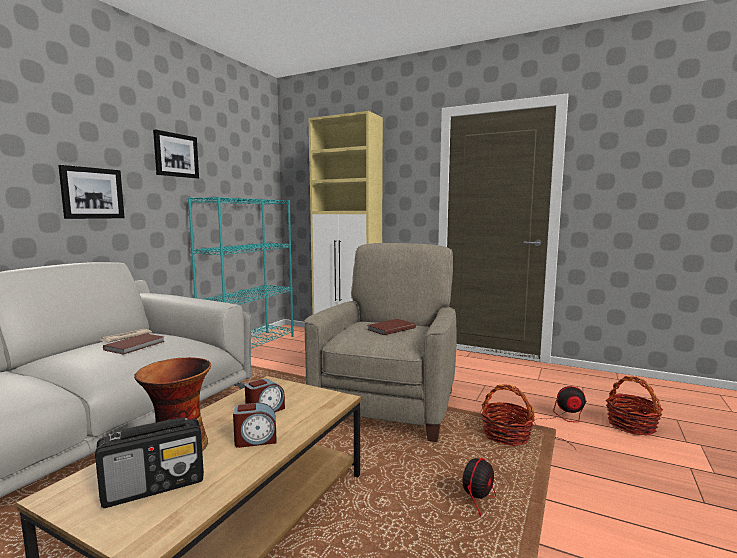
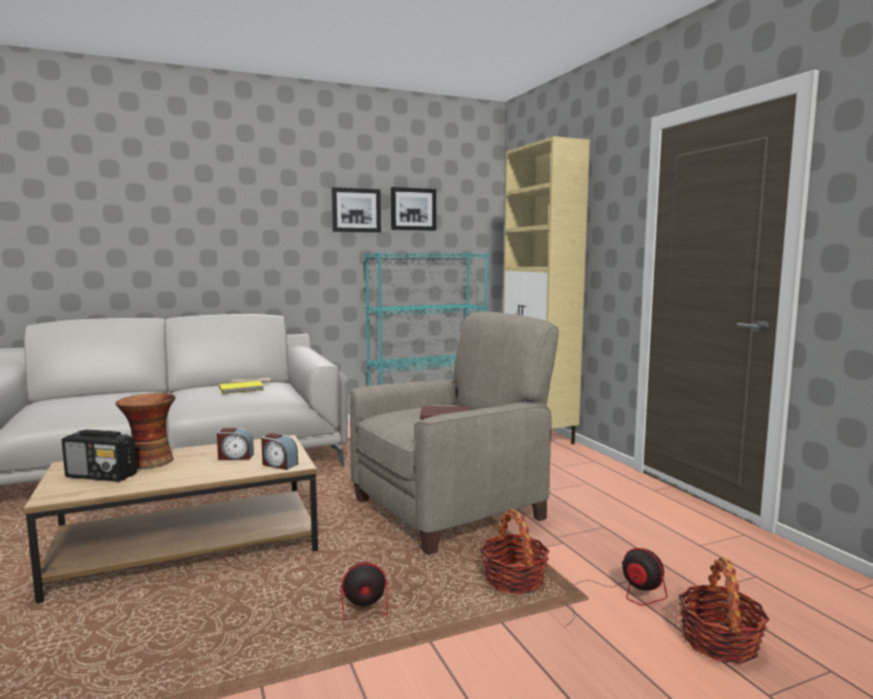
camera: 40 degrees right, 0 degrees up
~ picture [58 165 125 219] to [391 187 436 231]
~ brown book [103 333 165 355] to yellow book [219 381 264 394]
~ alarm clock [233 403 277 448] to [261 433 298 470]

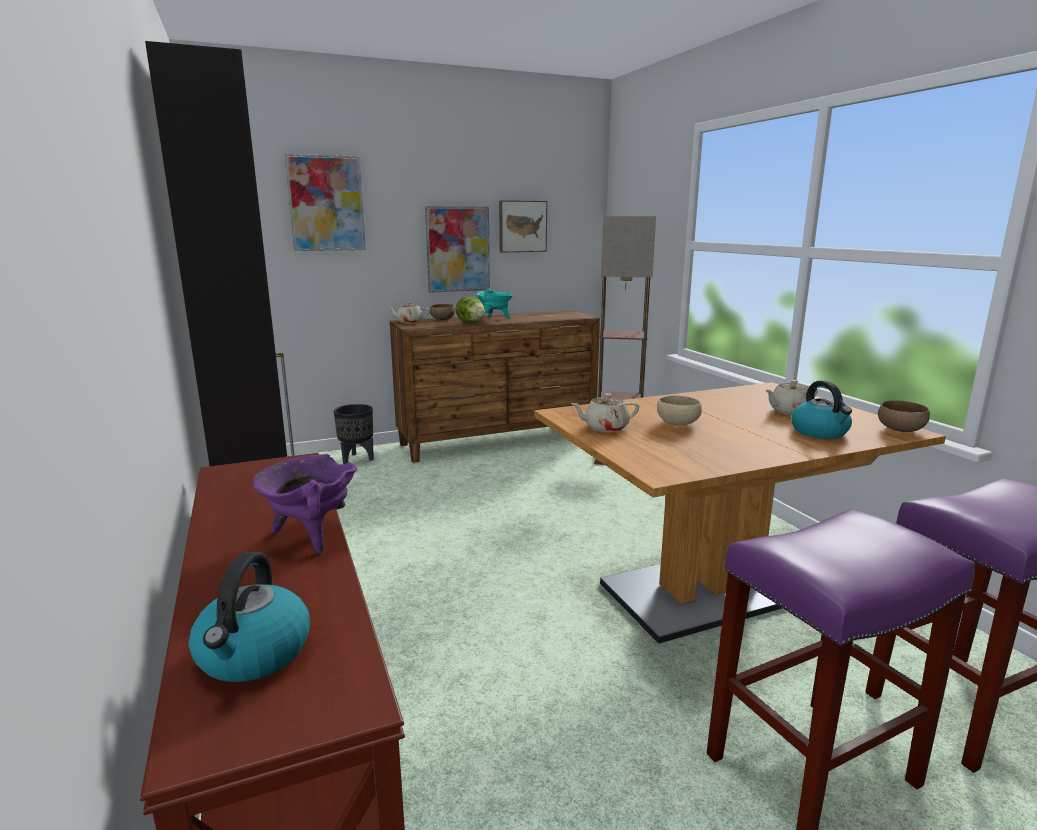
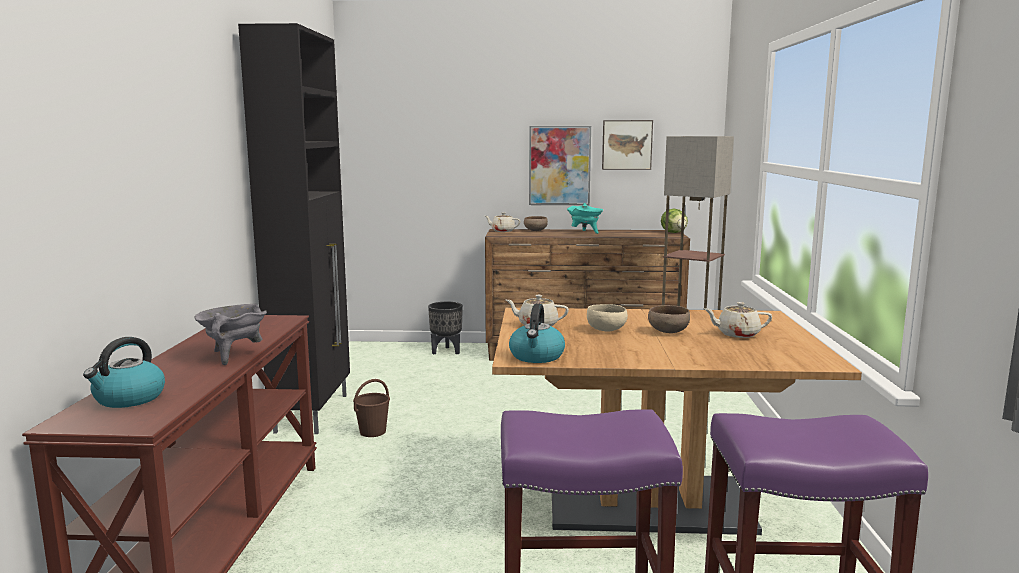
camera: 25 degrees right, 5 degrees down
~ purple cooking pot [252 454 357 554] to grey cooking pot [195 304 267 365]
- picture [285 154 366 251]
~ lettuce [455 297 485 323] to [661 209 688 233]
~ kettle [791 380 852 439] to [509 304 565 363]
~ brown bowl [878 400 930 432] to [648 305 690 333]
+ brown bucket [353 379 390 437]

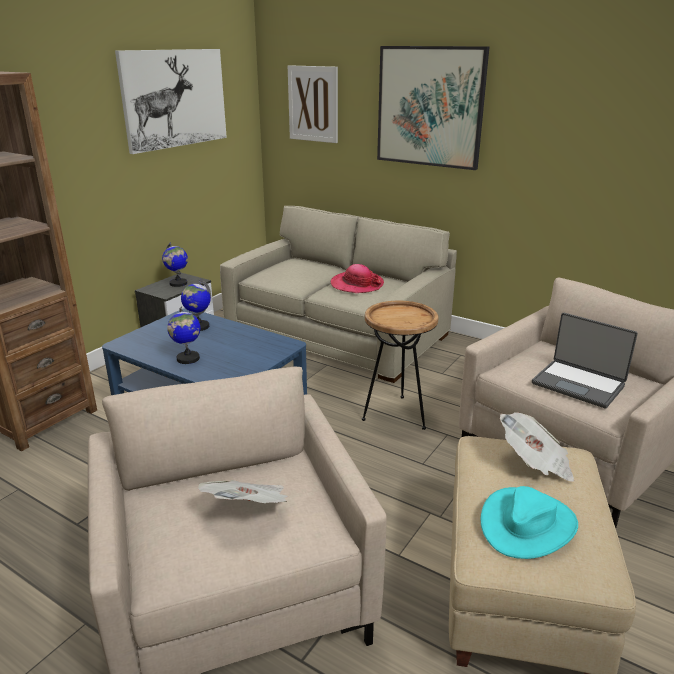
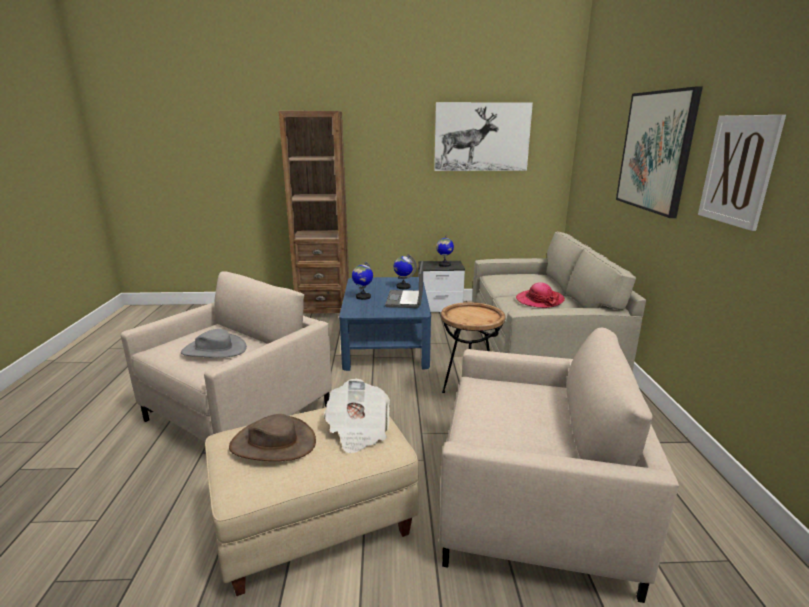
camera: 55 degrees right, 5 degrees down
~ newspaper [198 480 288 503] to grey hat [181 329 247 358]
~ picture [288 65 338 143] to [698 115 786 231]
~ turquoise hat [481 486 578 559] to brown hat [229 414 316 461]
~ laptop [532 313 638 408] to [385 261 423 308]

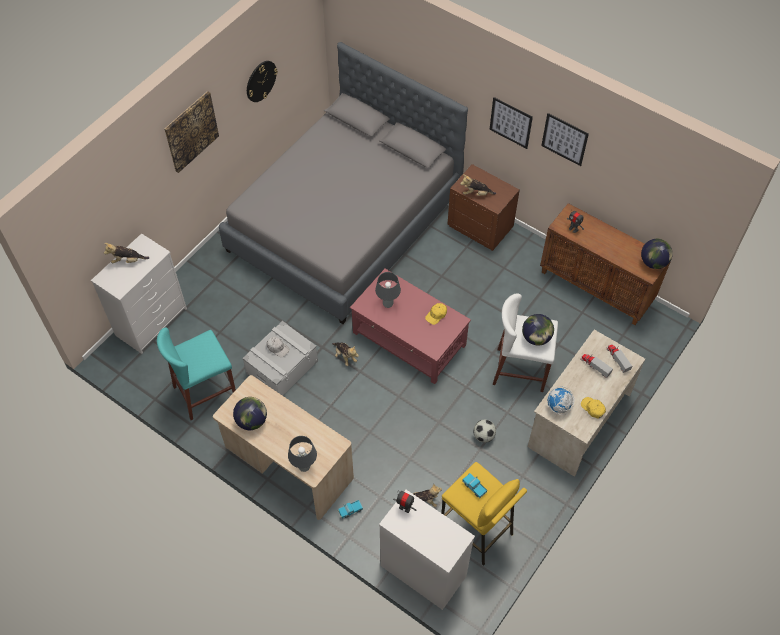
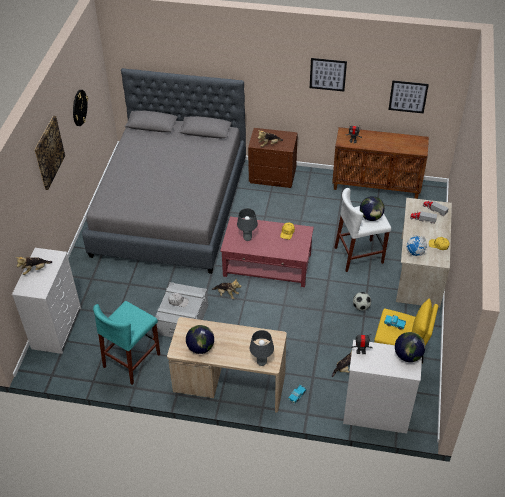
camera: 25 degrees left, 10 degrees down
~ picture [489 97 533 149] to [388 80 429 114]
~ globe [641 239 673 269] to [395 332 425 362]

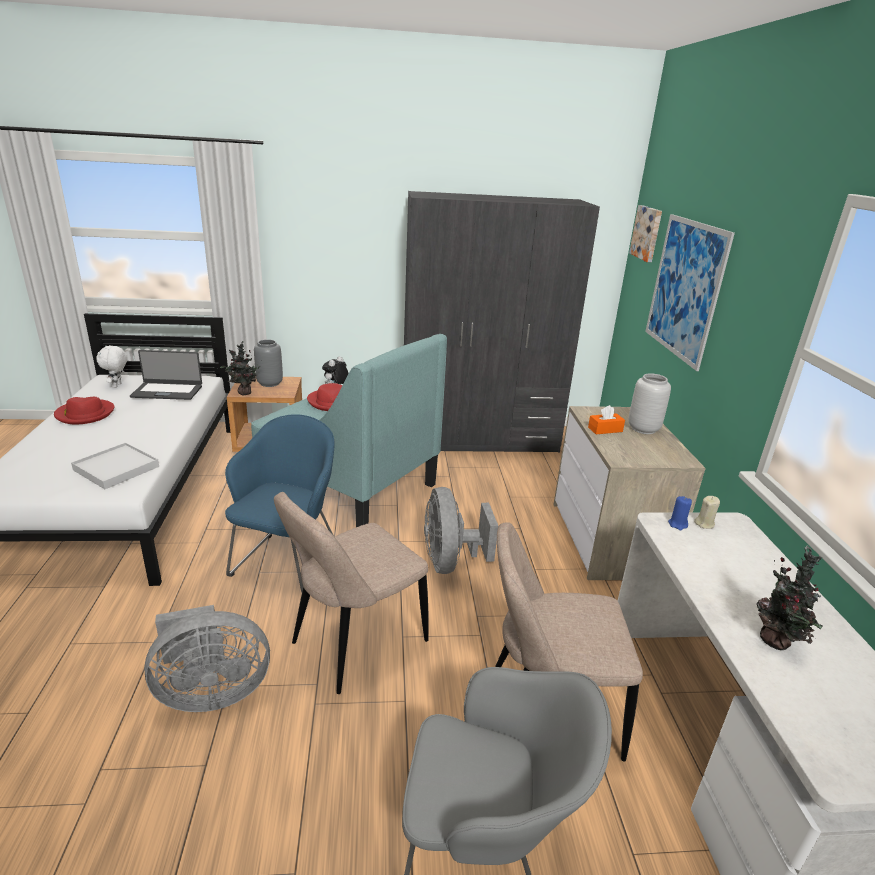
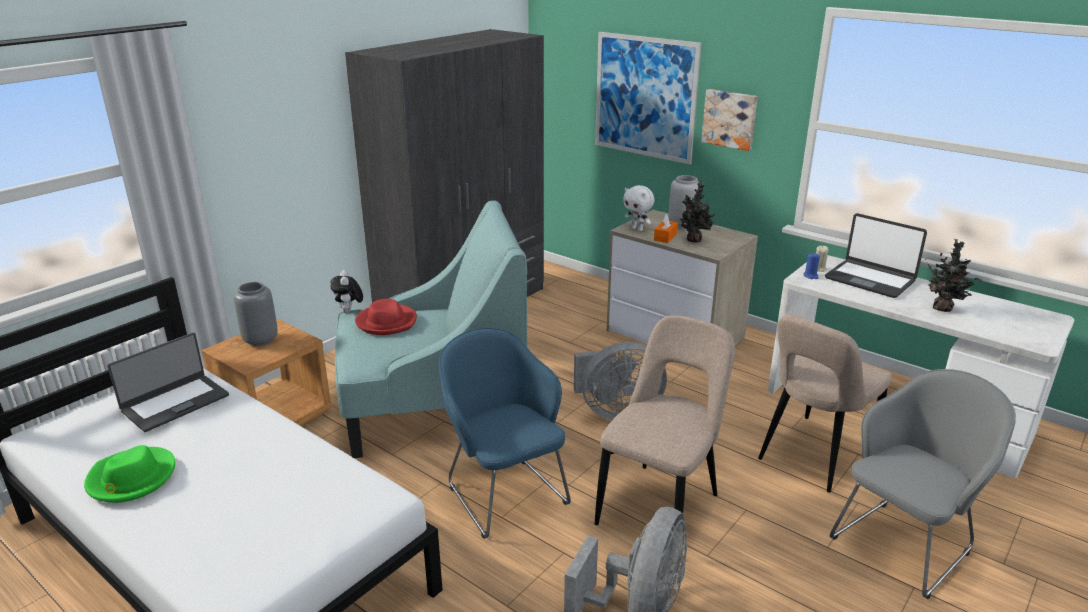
camera: 45 degrees left, 0 degrees up
~ red hat [54 397 115 424] to green hat [84 445 175 503]
- white tray [71 443 159 489]
~ white plush toy [96 345 127 388] to [623 185 654 231]
~ potted plant [220 341 261 395] to [680 180 715 242]
~ beige chair [274 492 429 694] = [595 315 735 525] 150 degrees counterclockwise
~ grey fan [424 487 498 574] = [574 342 667 420] 45 degrees counterclockwise
~ picture [629 205 662 262] to [701 89 758 151]
+ laptop [825 213 927 298]

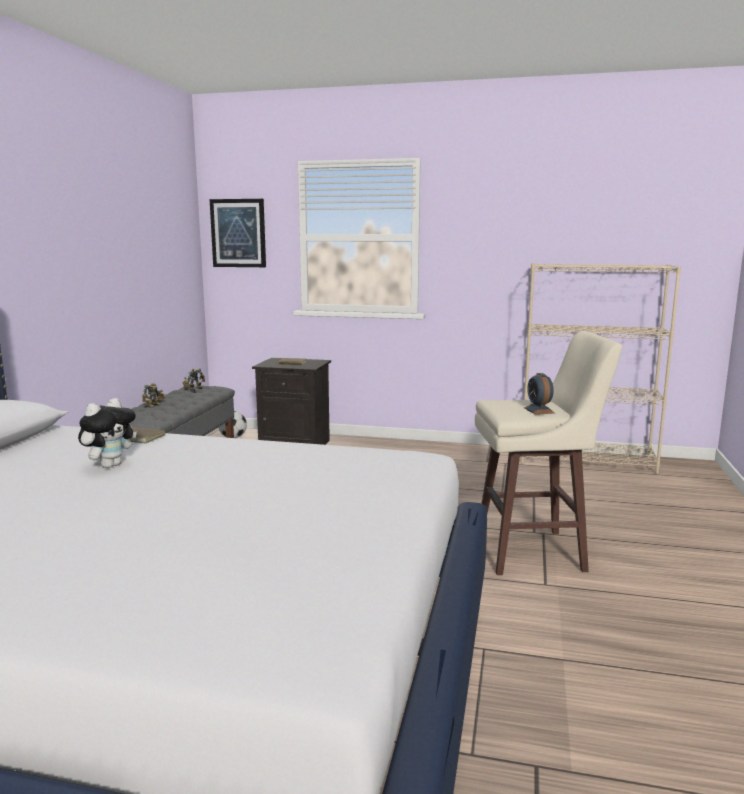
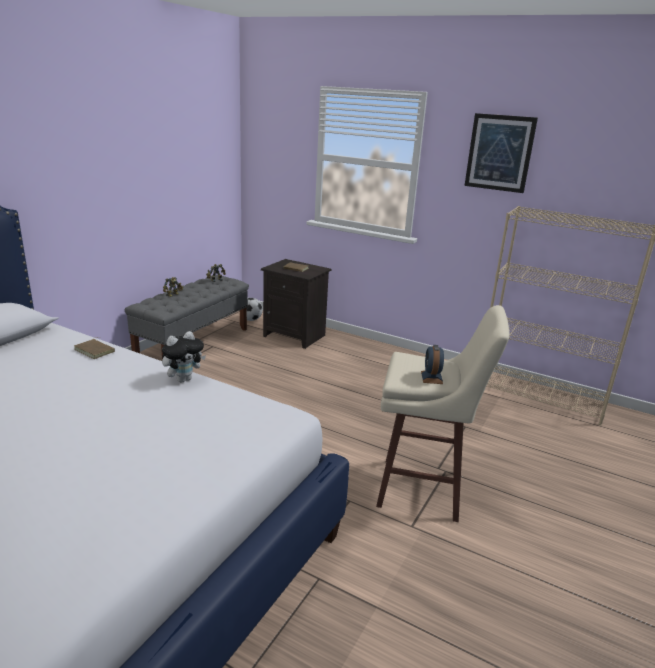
camera: 15 degrees right, 10 degrees up
~ plush toy [78 398 137 468] to [162 331 206 382]
~ picture [210 199 266 267] to [465 113 538 193]

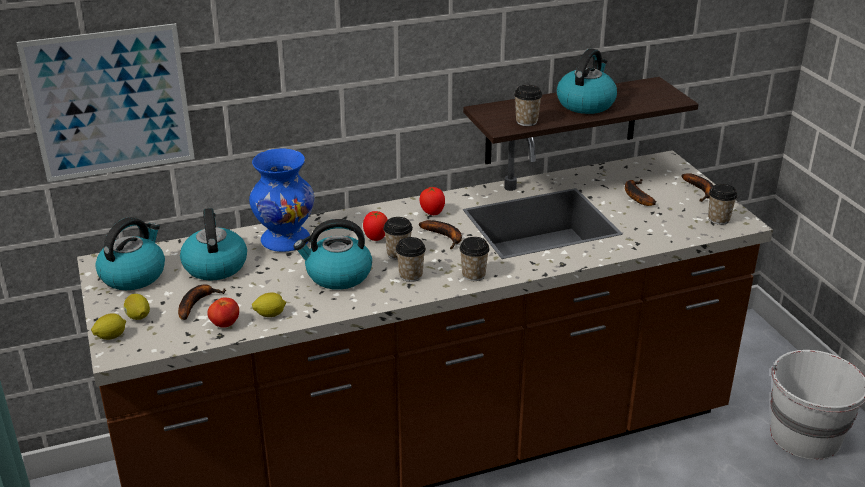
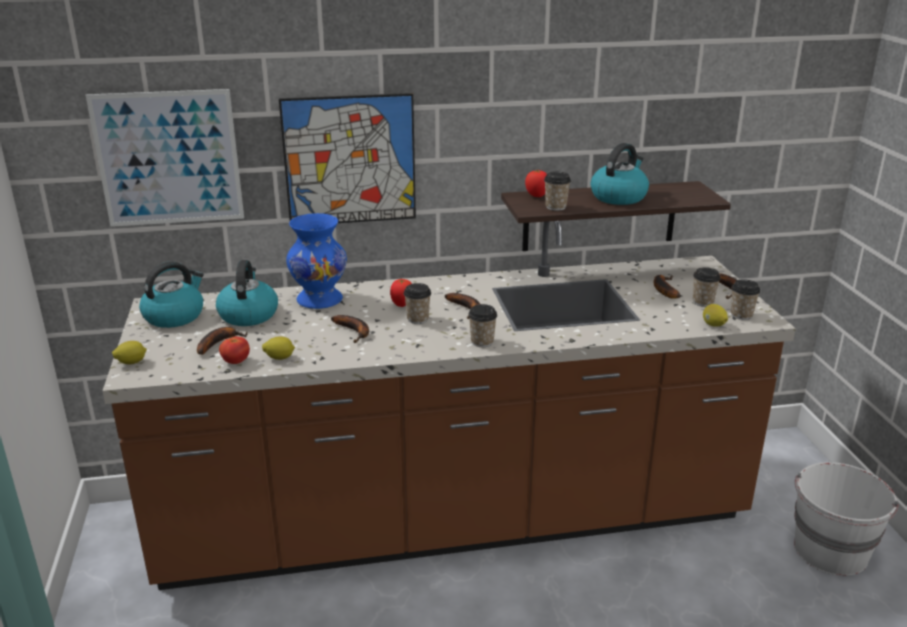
camera: 10 degrees right, 5 degrees down
~ lemon [124 294 150 320] to [703 304 728 327]
~ kettle [294 219 372 290] to banana [331 315 369 343]
~ cup [396 237 426 282] to [693 267 721 307]
~ tomato [419 187 445 215] to [525 170 547 197]
+ picture [279 93 416 223]

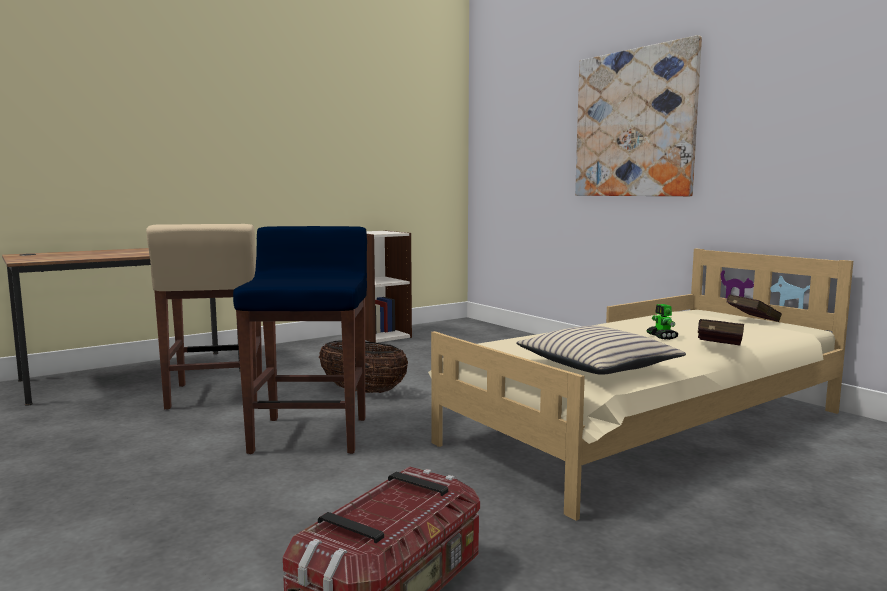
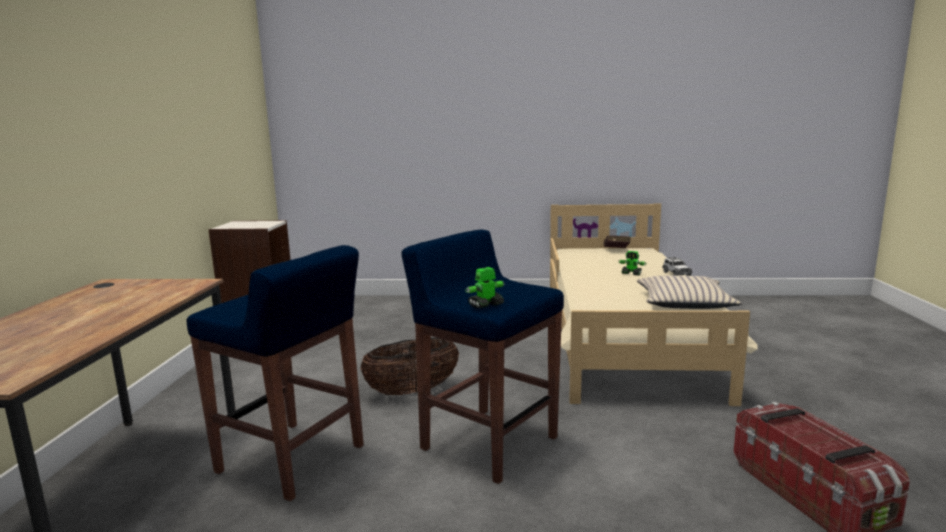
camera: 50 degrees left, 5 degrees up
~ beige stool [146 224 262 410] to blue stool [187 245 364 501]
- picture [575 35 702 196]
~ red book [698 319 744 346] to toy car [662 257 692 276]
+ toy robot [465 267 505 308]

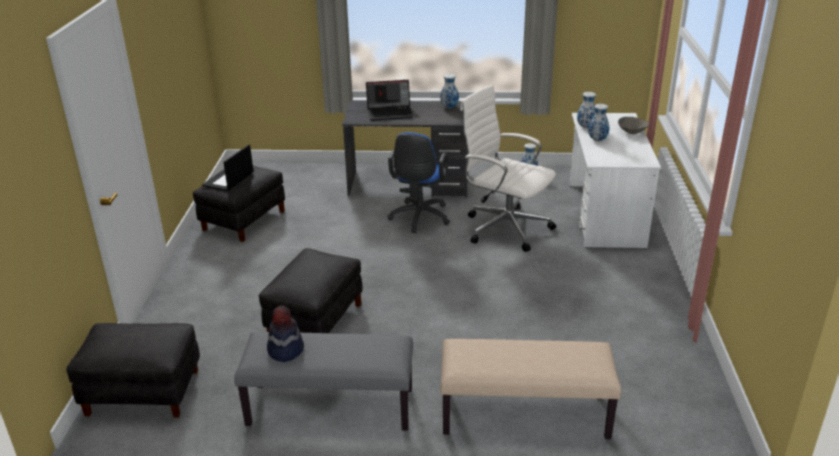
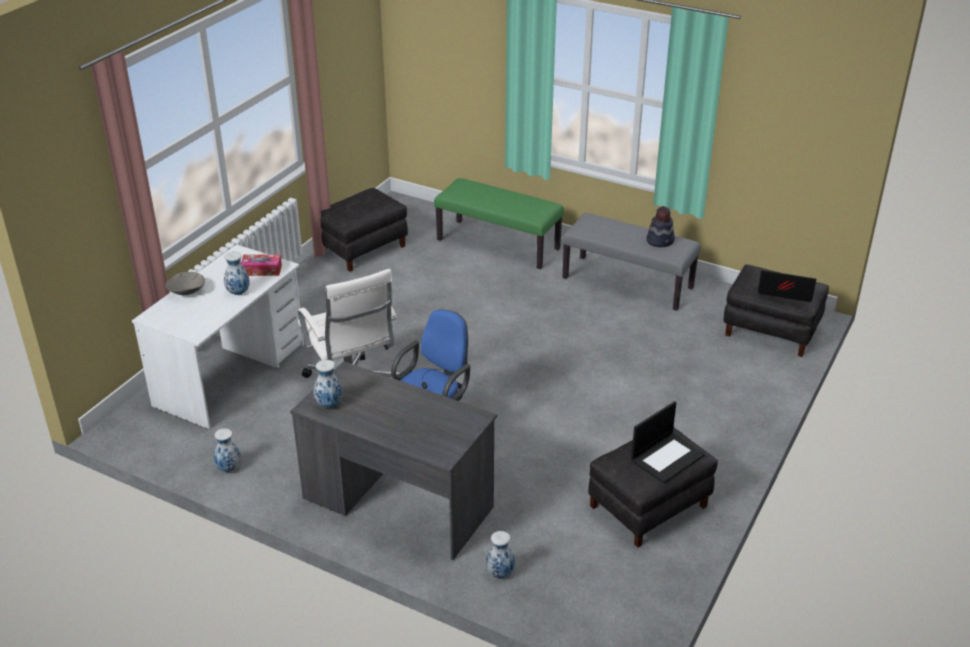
camera: 155 degrees left, 5 degrees up
~ black ottoman [259 248 363 333] to [321 188 408 272]
~ laptop [366 80 413 121] to [758 270 816 302]
~ beige bench [441 339 621 439] to green bench [434 178 564 269]
~ vase [577 92 596 128] to [486 531 515 578]
+ tissue box [241 254 282 276]

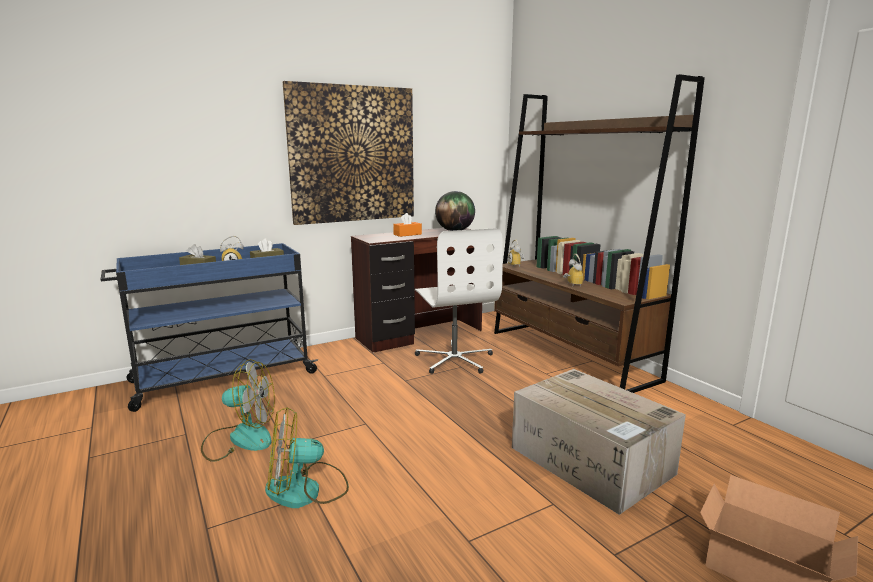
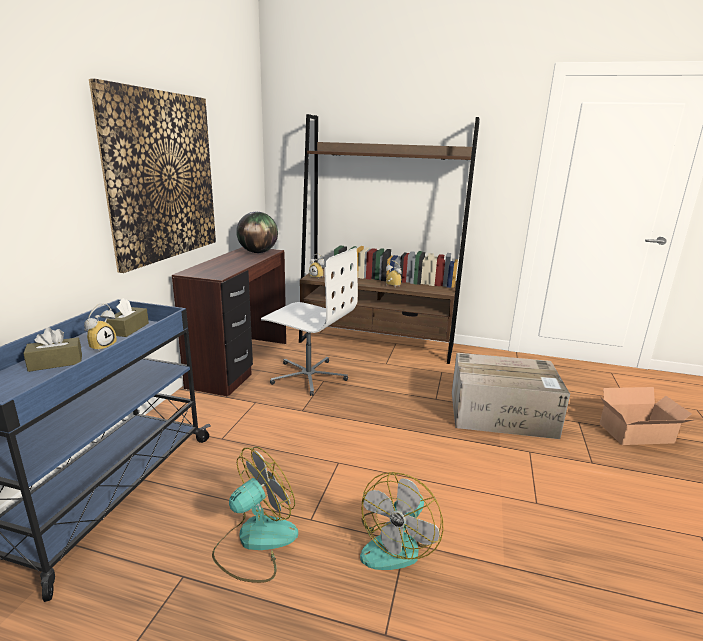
camera: 45 degrees left, 5 degrees up
- orange tissue box [393 213 422 237]

